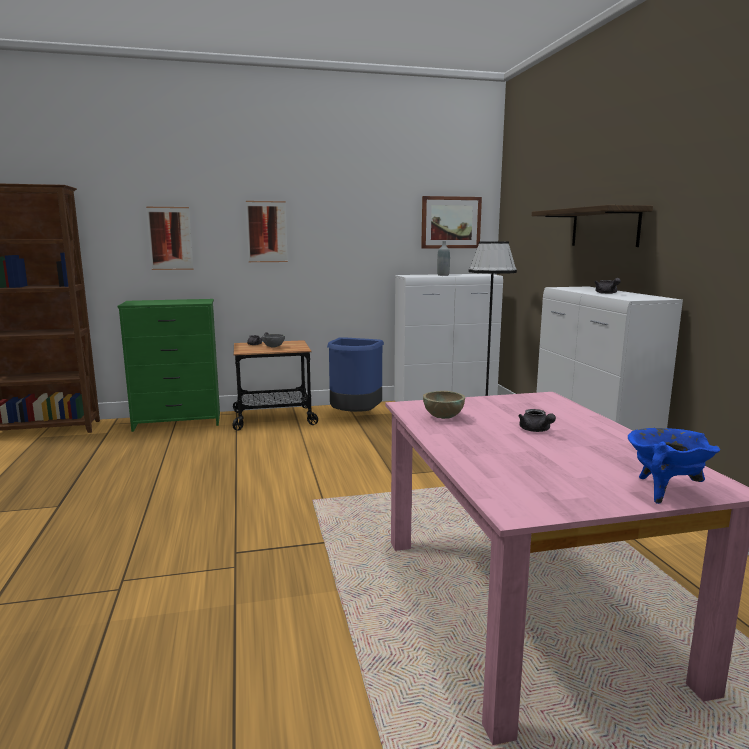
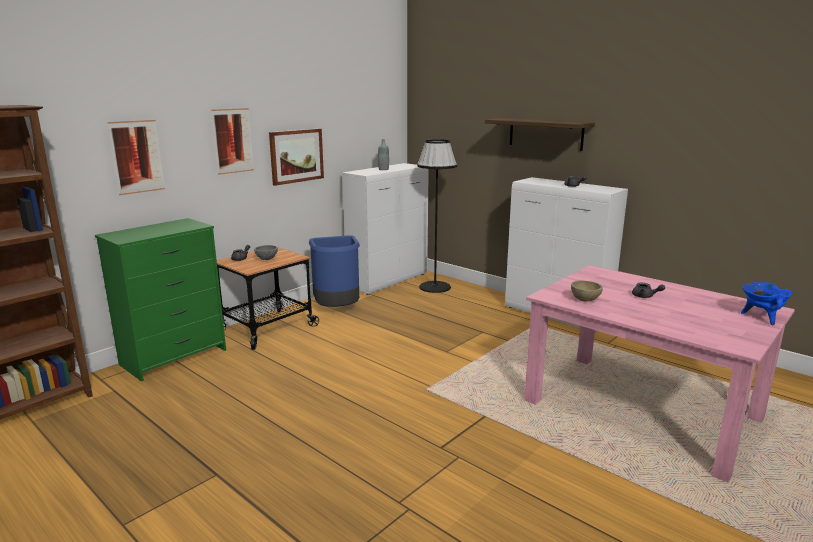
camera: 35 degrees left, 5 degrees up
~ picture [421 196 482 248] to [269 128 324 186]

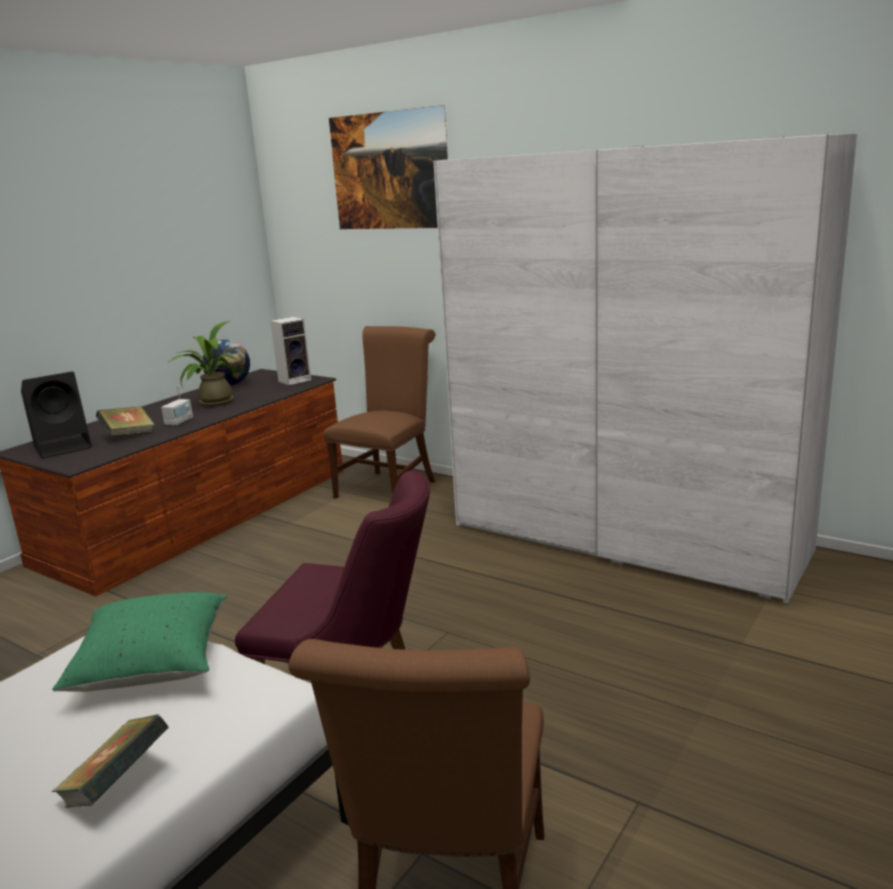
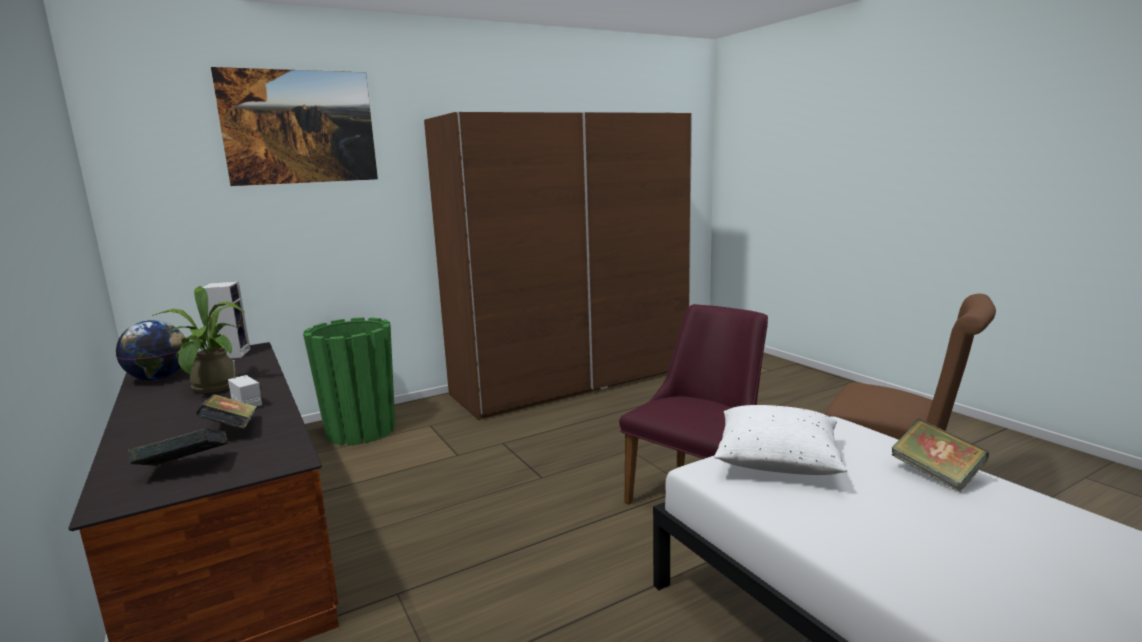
camera: 65 degrees left, 5 degrees down
~ black speaker [21 372 92 459] to book [128 428 228 466]
~ green pillow [52 592 227 692] to white pillow [714 405 847 475]
~ brown chair [324 326 435 499] to green planter [303 317 395 445]
~ white wardrobe [433 133 857 604] to brown wardrobe [424 112 692 420]

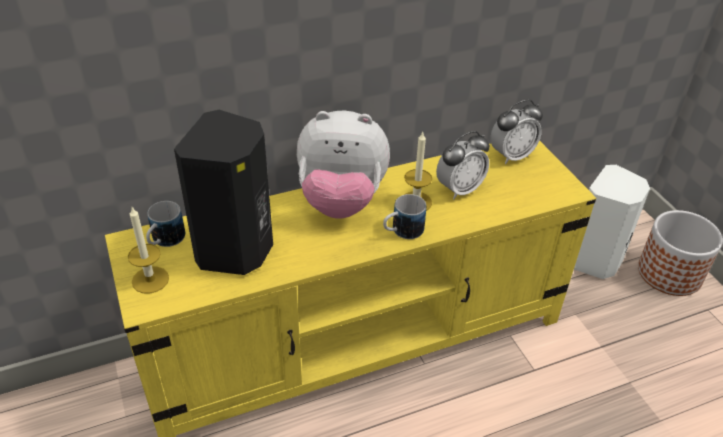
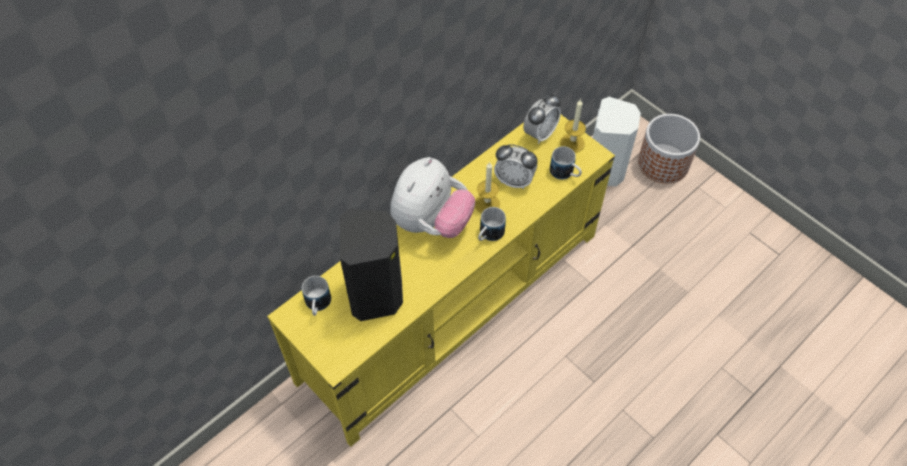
camera: 20 degrees left, 15 degrees up
~ candle [128 207 169 294] to [560 99 586 153]
~ plush toy [297 111 390 219] = [390 157 475 238] 45 degrees counterclockwise
~ alarm clock [436 131 490 199] = [494 144 538 189] 75 degrees clockwise
+ mug [550 146 582 180]

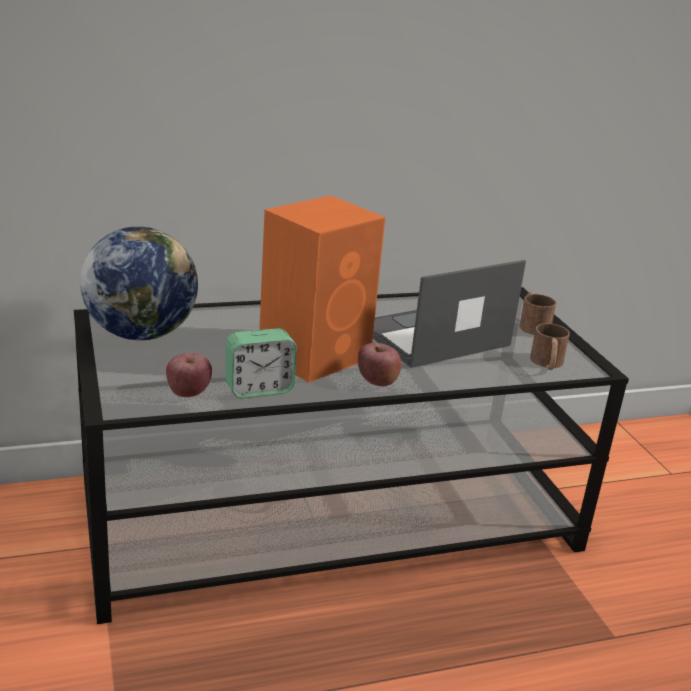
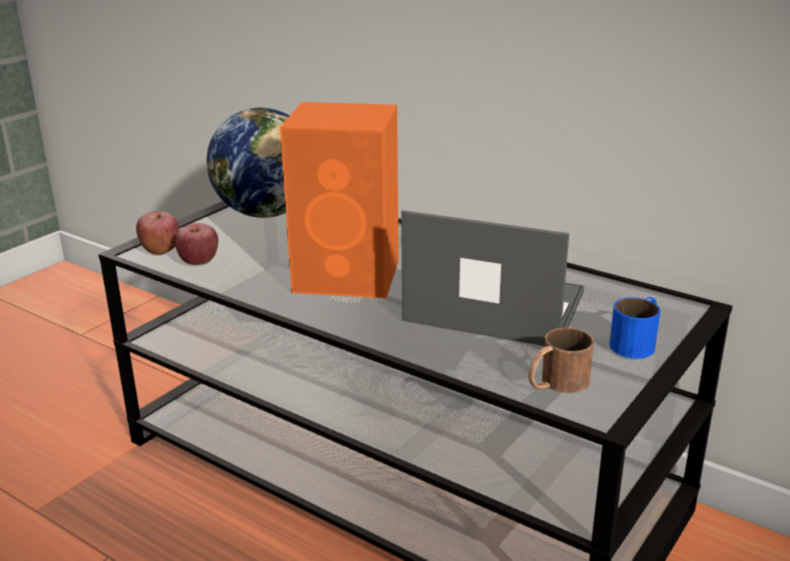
camera: 55 degrees right, 0 degrees up
- alarm clock [225 328 297 398]
~ apple [358 343 401 386] to [136 211 179 255]
~ brown mug [519 292 556 335] to blue mug [609 297 661 359]

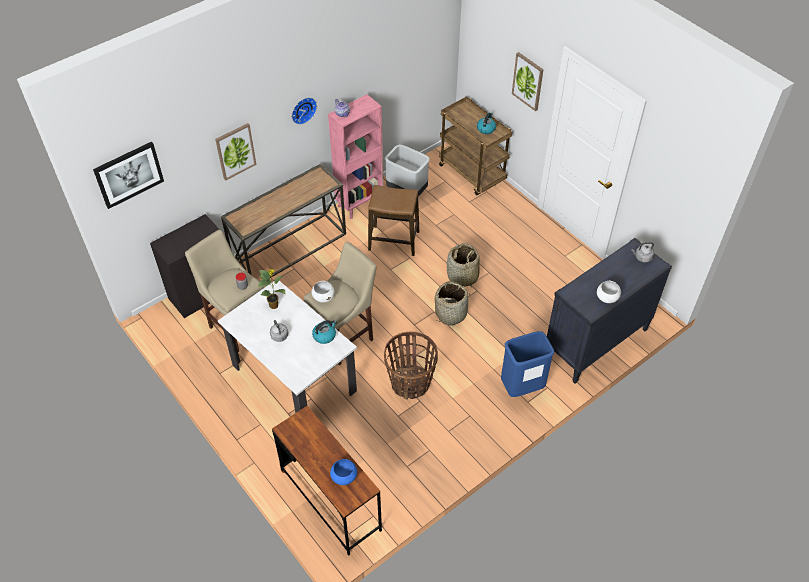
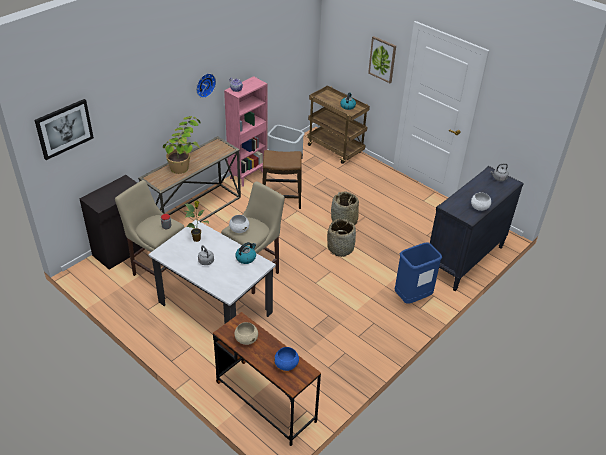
camera: 10 degrees left, 10 degrees down
- picture [215 123 257 181]
- basket [384 332 438 400]
+ potted plant [163 116 201 174]
+ beige bowl [234 322 258 345]

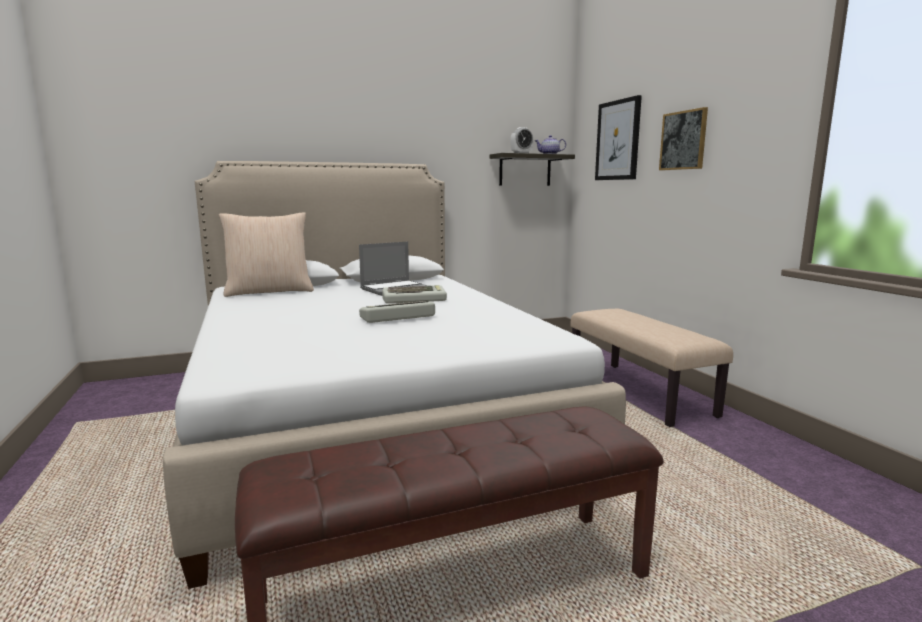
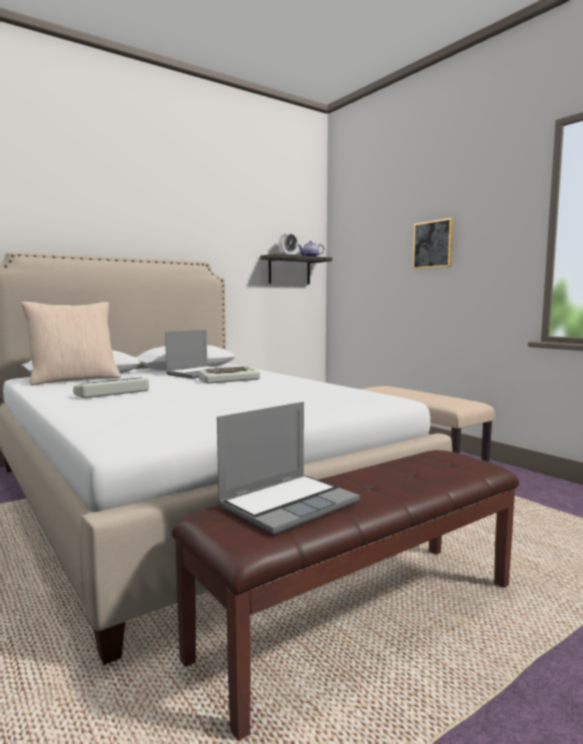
camera: 15 degrees left, 5 degrees down
~ keyboard [359 301 435 323] to [73 377 149 398]
- picture [595 95 642 180]
+ laptop [217 402 360 535]

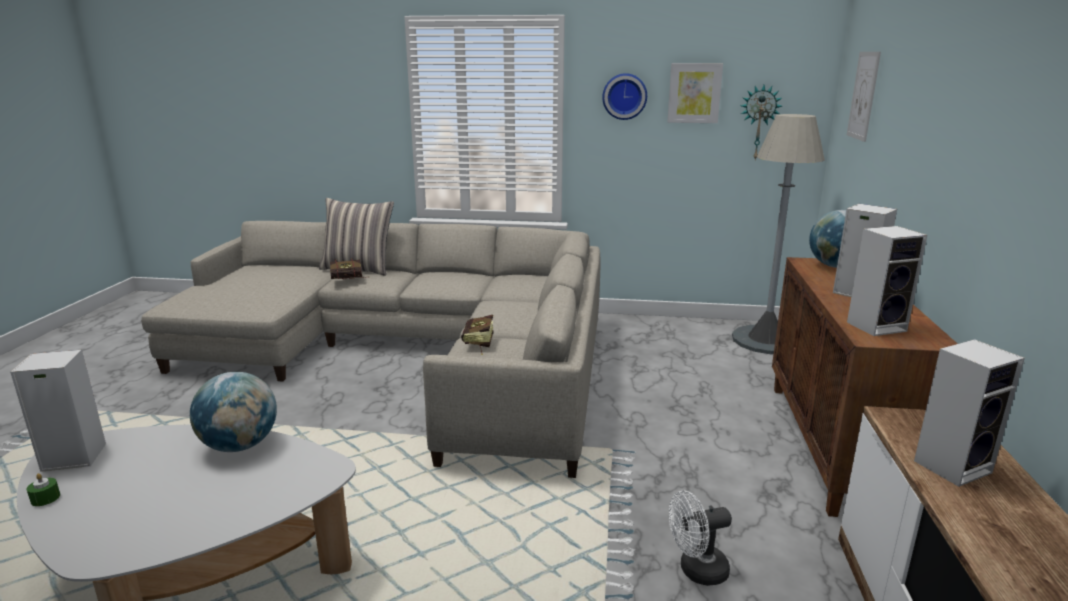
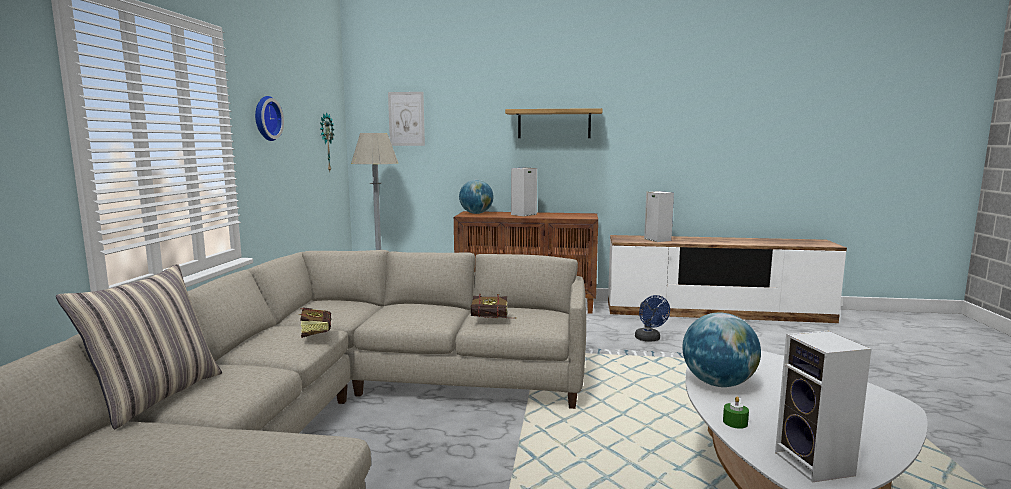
camera: 90 degrees left, 10 degrees down
~ green candle [27 473 60 506] to [723 396 749 429]
~ book [330 258 370 279] to [300 308 331 338]
- picture [668 63 723 123]
~ white fan [669 491 732 586] to blue fan [635 295 670 342]
- speaker [847 226 927 336]
+ shelf [505 108 603 138]

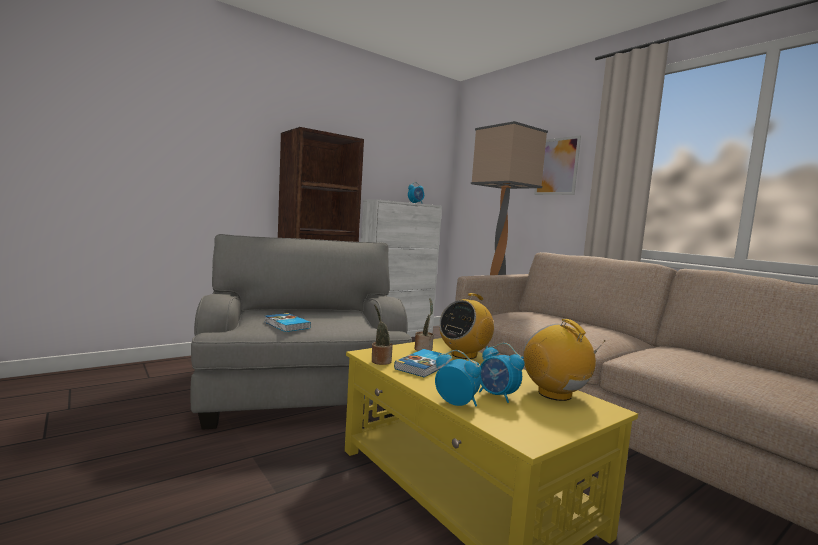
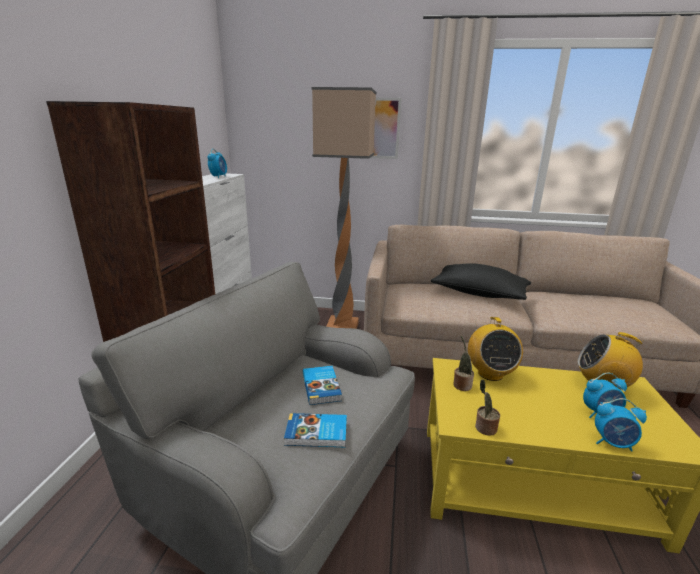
camera: 45 degrees left, 15 degrees up
~ book [394 349 451 377] to [303 366 342 405]
~ alarm clock [435 350 481 406] = [595 398 647 452] 150 degrees counterclockwise
+ black pillow [431 263 531 300]

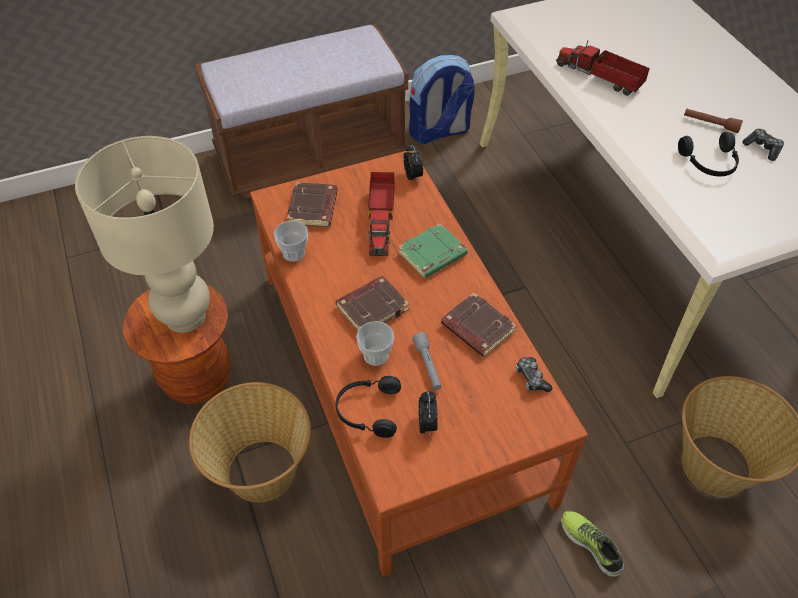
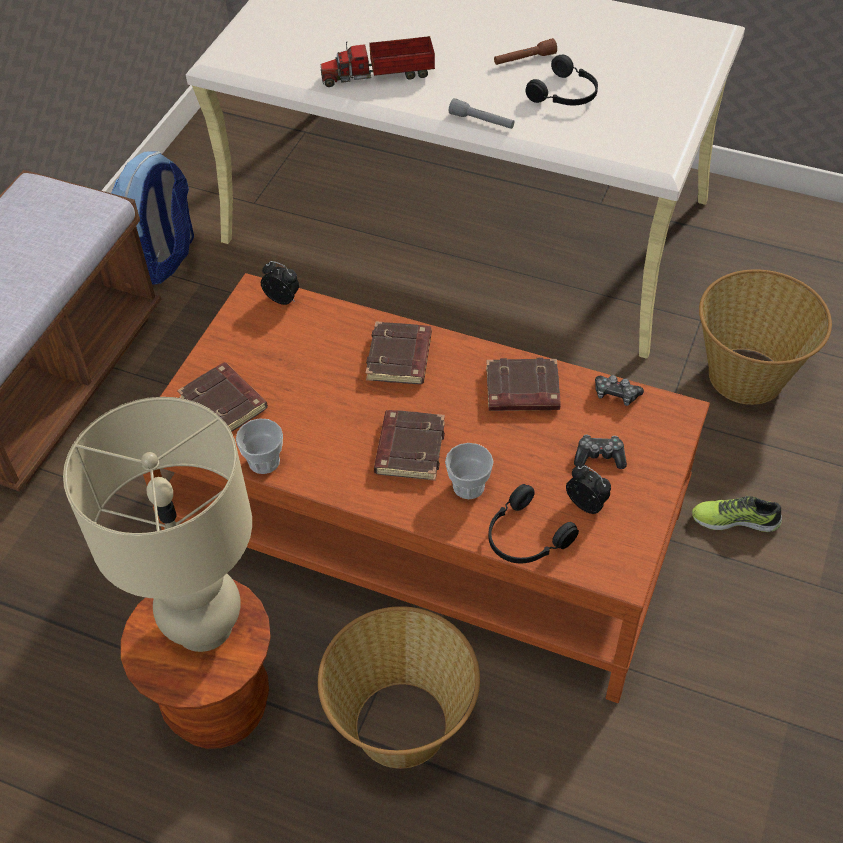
camera: 45 degrees left, 0 degrees up
- toy truck [368 172 395 256]
~ green book [398 223 468 278] to brown book [365 321 432 384]
~ grey flashlight [412 332 442 390] to [449 98 514 129]
~ game controller [742 129 784 161] to [574 434 627 469]

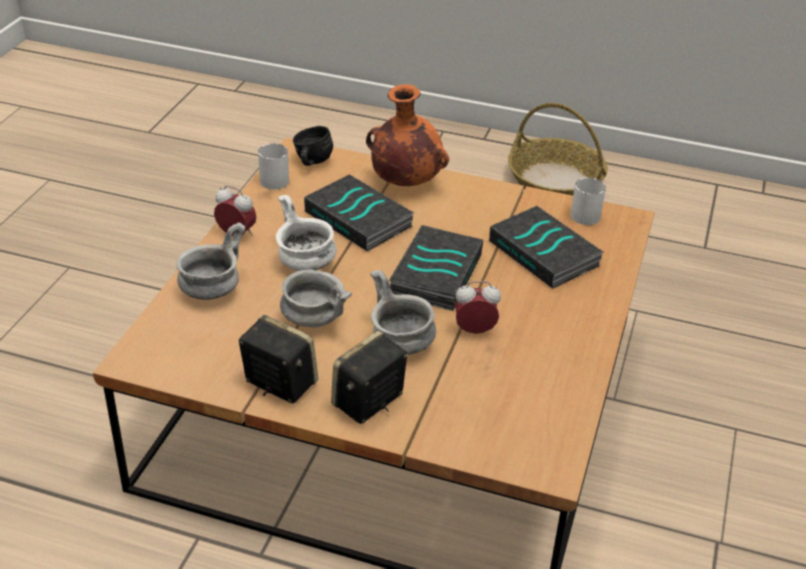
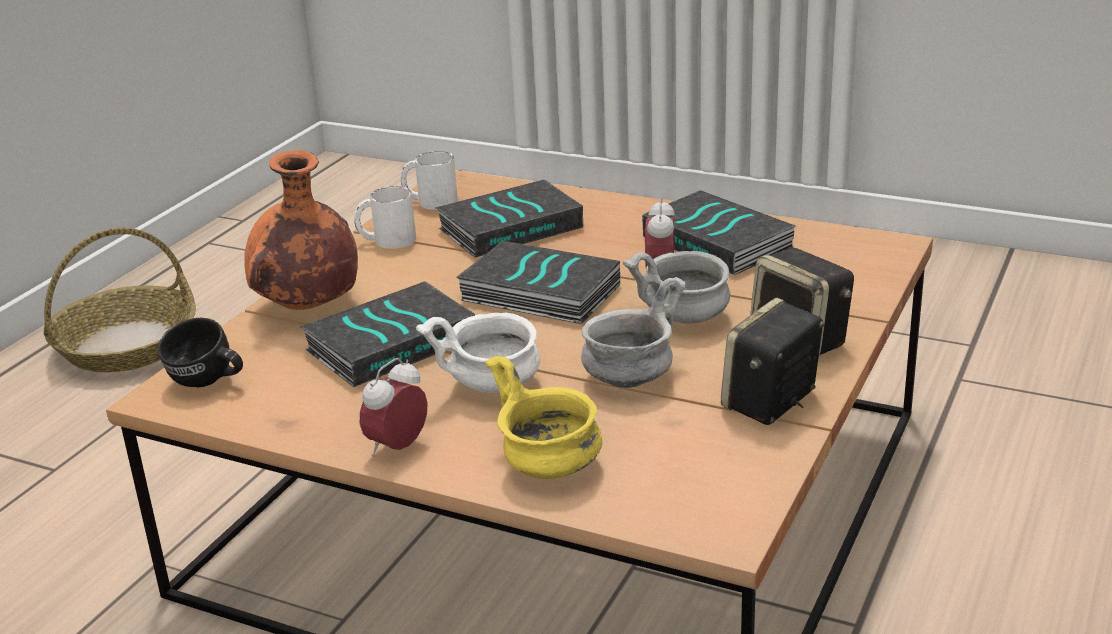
camera: 80 degrees left, 10 degrees down
~ grey bowl [176 223 245 300] to yellow bowl [485 356 602 479]
~ white mug [258 143 289 190] to [354 186 416 249]
+ book [642 190 796 275]

